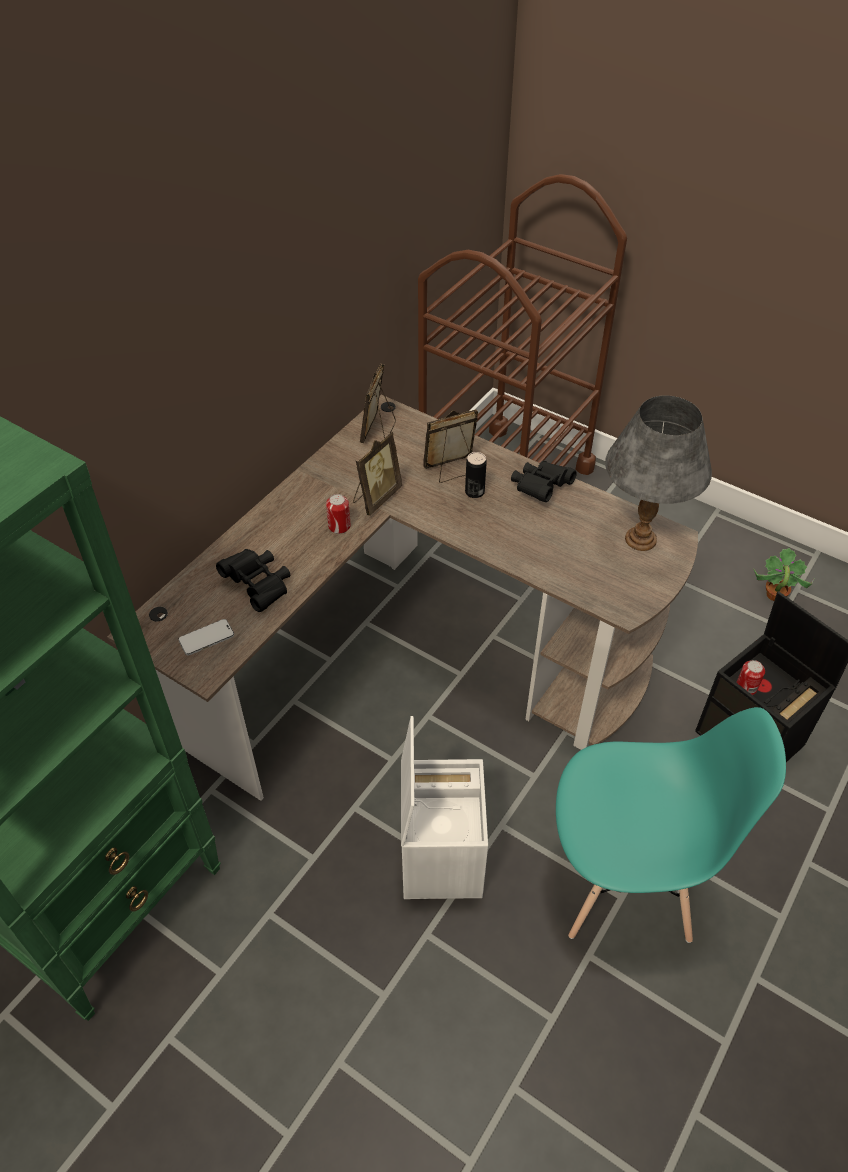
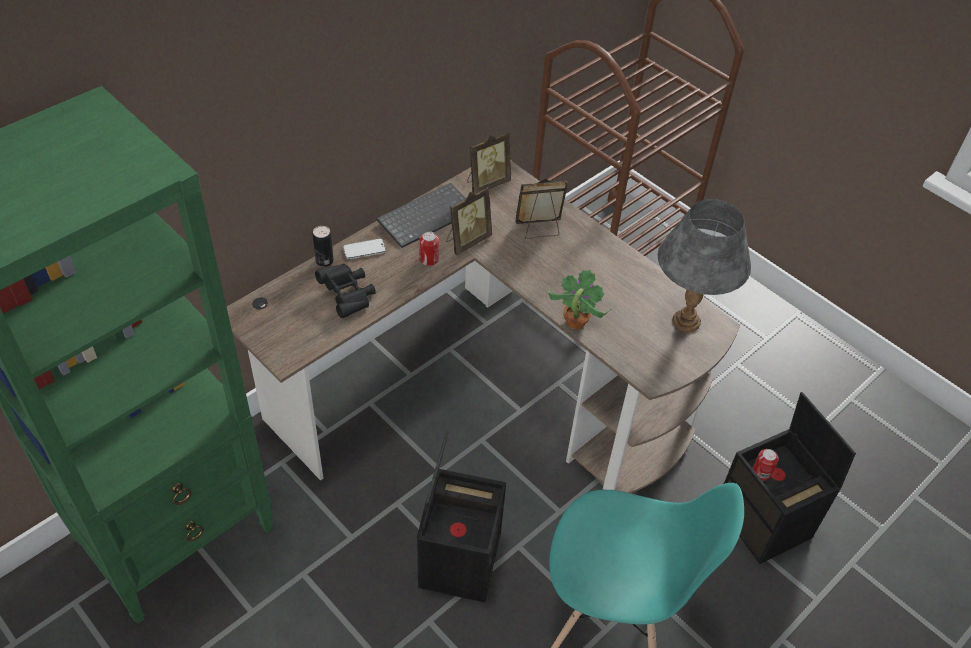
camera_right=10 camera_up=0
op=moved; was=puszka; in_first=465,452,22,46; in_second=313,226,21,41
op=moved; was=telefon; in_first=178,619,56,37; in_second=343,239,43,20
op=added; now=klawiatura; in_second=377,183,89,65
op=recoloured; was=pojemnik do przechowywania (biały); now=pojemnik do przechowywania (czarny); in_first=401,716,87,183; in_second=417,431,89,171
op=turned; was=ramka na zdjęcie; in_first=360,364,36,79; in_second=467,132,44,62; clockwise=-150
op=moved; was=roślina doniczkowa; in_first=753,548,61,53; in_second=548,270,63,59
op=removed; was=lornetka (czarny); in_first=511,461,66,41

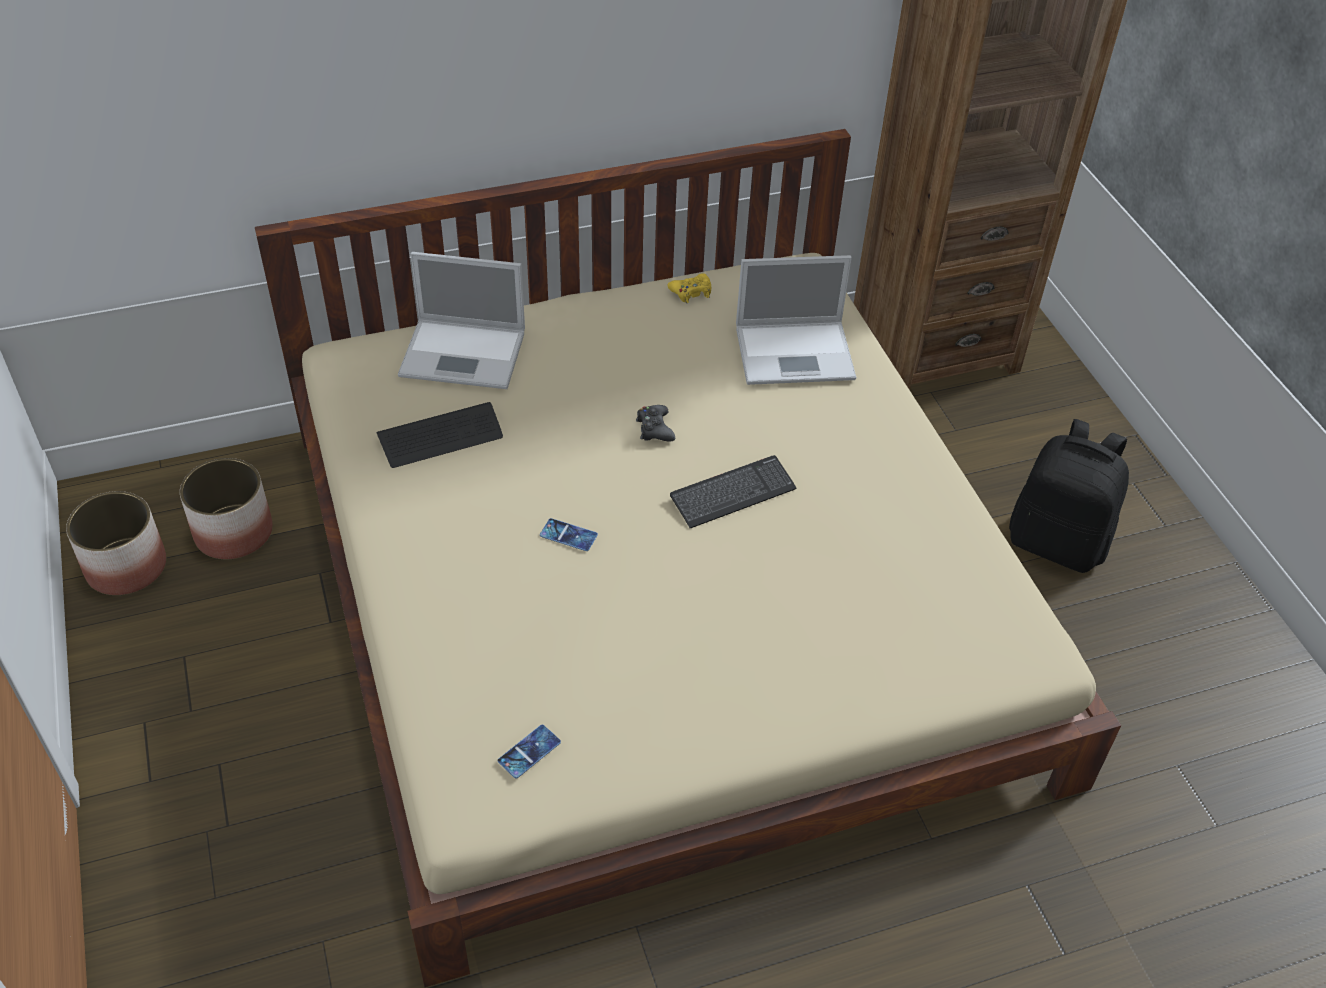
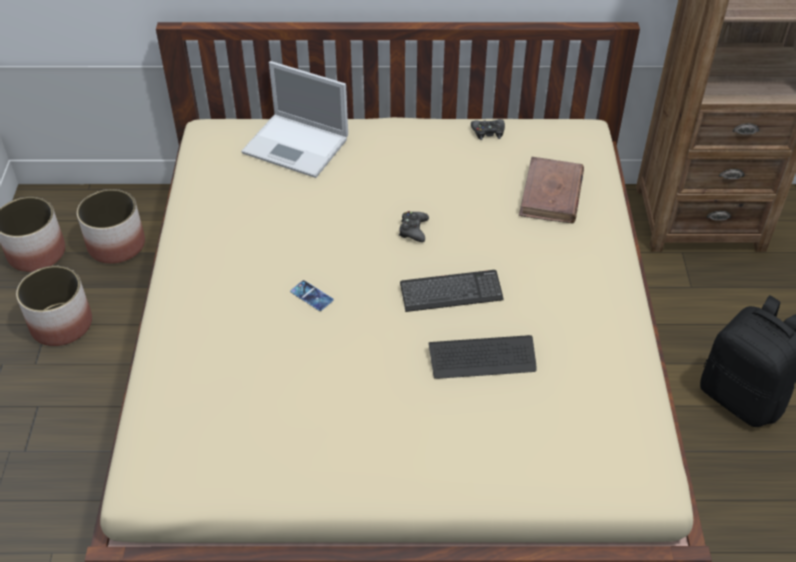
camera_right=20 camera_up=0
op=added; now=donica; in_second=16,266,76,80
op=moved; was=klawiatura; in_first=376,402,127,66; in_second=428,335,109,44
op=recoloured; was=pad do gier (żółty); now=pad do gier (czarny); in_first=667,273,44,30; in_second=471,119,34,21
op=replaced; was=laptop; now=książka (brązowy); in_first=736,255,120,130; in_second=519,157,65,67
op=removed; was=telefon; in_first=498,725,63,54

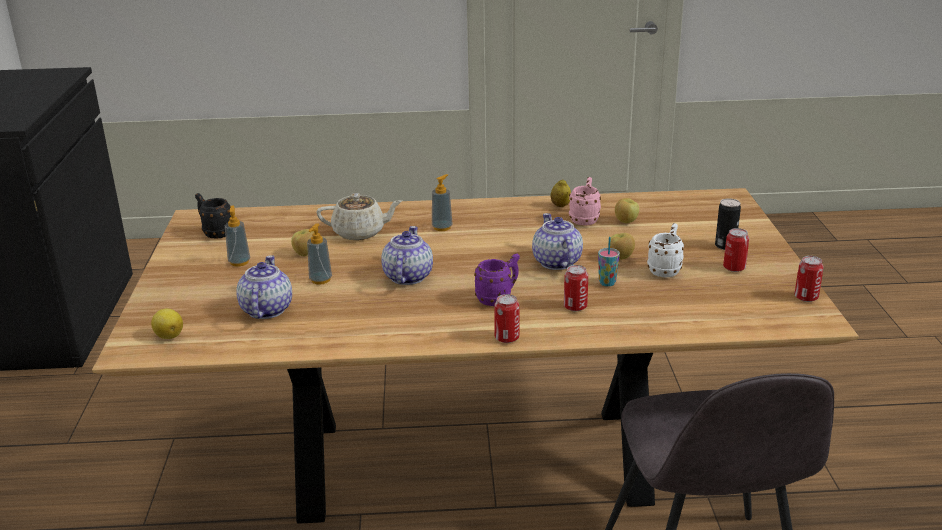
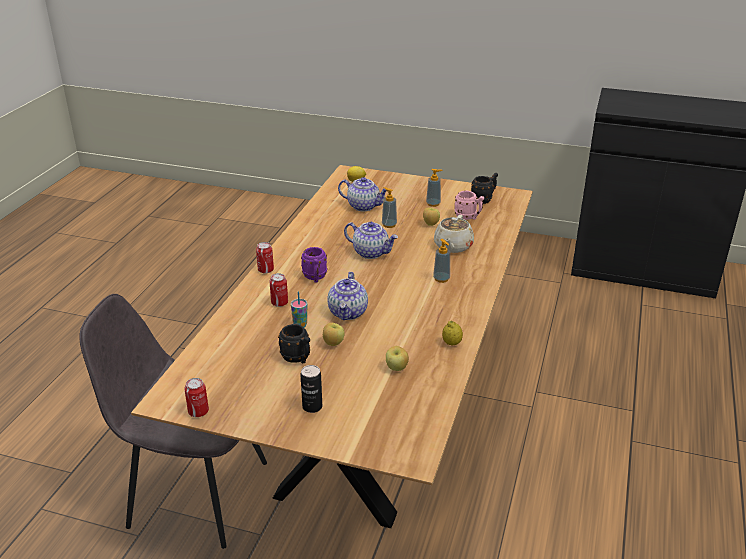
camera_right=110 camera_up=5
op=recoloured; was=kubek (biały); now=kubek (czarny); in_first=647,223,37,55; in_second=278,324,32,40
op=turned; was=imbryk; in_first=532,213,51,57; in_second=327,272,41,48; clockwise=90
op=moved; was=kubek (różowy); in_first=569,177,32,49; in_second=455,191,29,29
op=removed; was=puszka; in_first=723,228,26,44

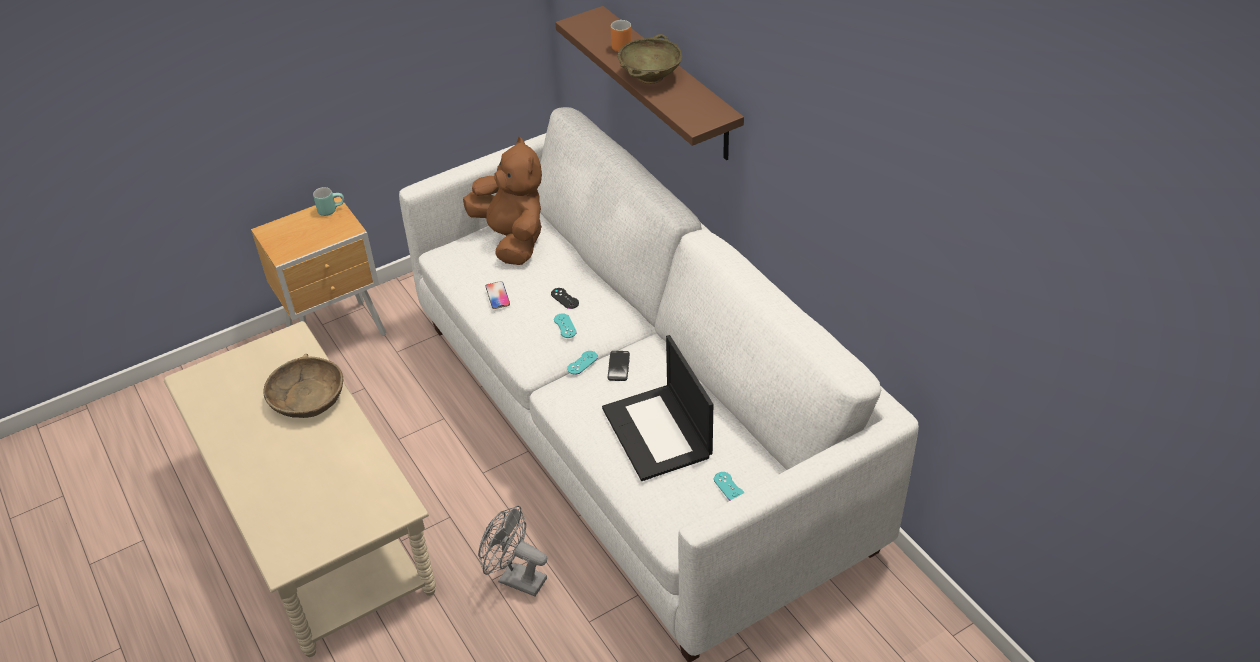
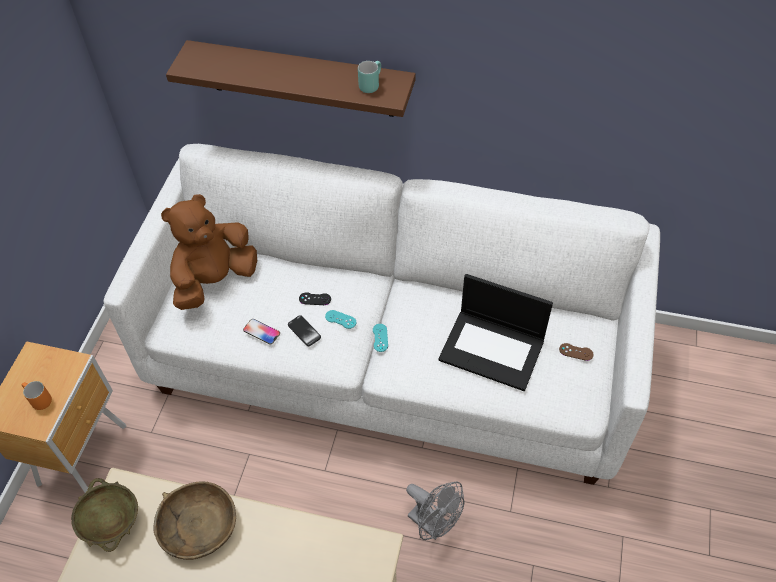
camera_right=-45 camera_up=10
op=moved; was=kubek (pomarańczowy); in_first=611,20,21,32; in_second=22,381,30,29
op=moved; was=miska (beżowy); in_first=618,34,64,50; in_second=71,478,67,74
op=turned; was=pluszak (brązowy); in_first=463,137,79,128; in_second=161,194,96,116; clockwise=-60
op=moved; was=telefon; in_first=608,351,22,30; in_second=288,315,33,31
op=moved; was=kubek (turkusowy); in_first=313,187,31,29; in_second=358,61,23,32
op=turned; was=wentylator (szary); in_first=478,505,69,91; in_second=406,482,58,58; clockwise=-120
op=recoloured; was=pad do gier (turkusowy); now=pad do gier (brązowy); in_first=714,472,30,28; in_second=559,343,35,18

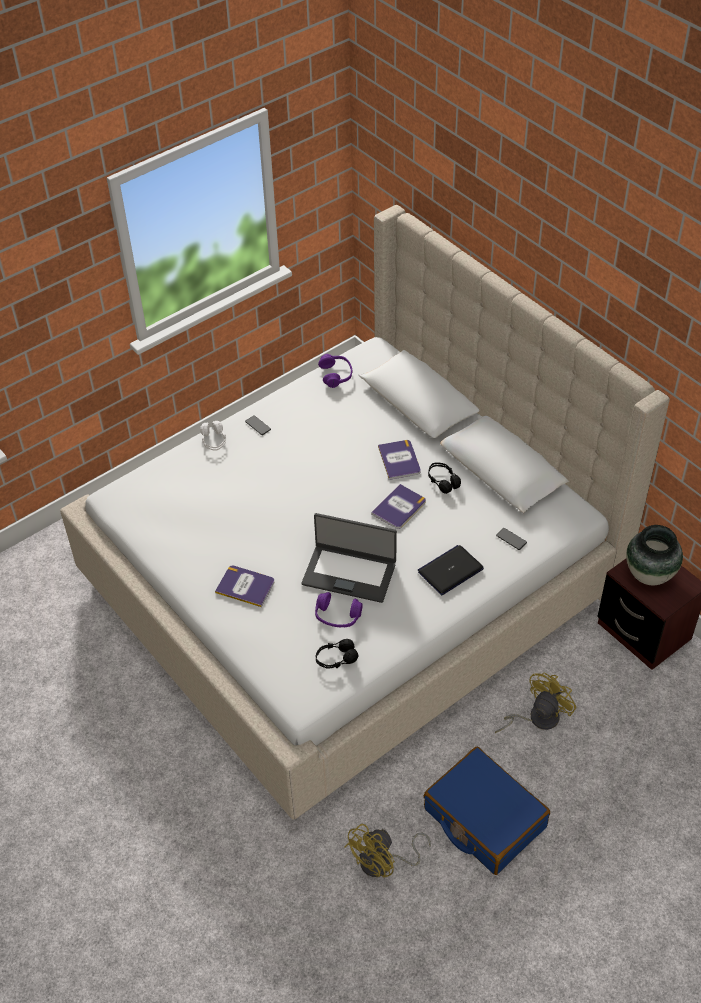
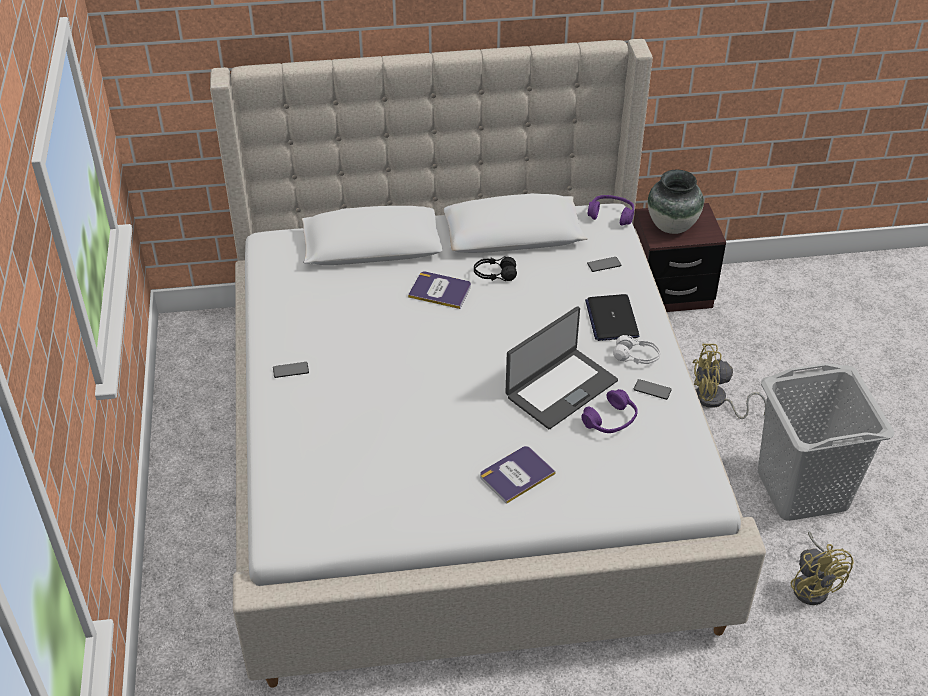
camera_right=-60 camera_up=-5
op=moved; was=słuchawki (fioletowy); in_first=318,354,34,34; in_second=588,195,46,30
op=moved; was=słuchawki (biały); in_first=200,421,26,29; in_second=613,335,47,29
op=added; now=telefon; in_second=634,379,38,21
op=turned; was=wentylator (żółty); in_first=495,673,82,60; in_second=692,344,75,75; clockwise=-75
op=replaced; was=walizka (niebieski); now=kosz na pranie (szary); in_first=424,747,126,128; in_second=758,363,136,158
op=removed; was=słuchawki (czarny); in_first=316,639,42,30
op=removed; was=książka; in_first=371,484,55,45

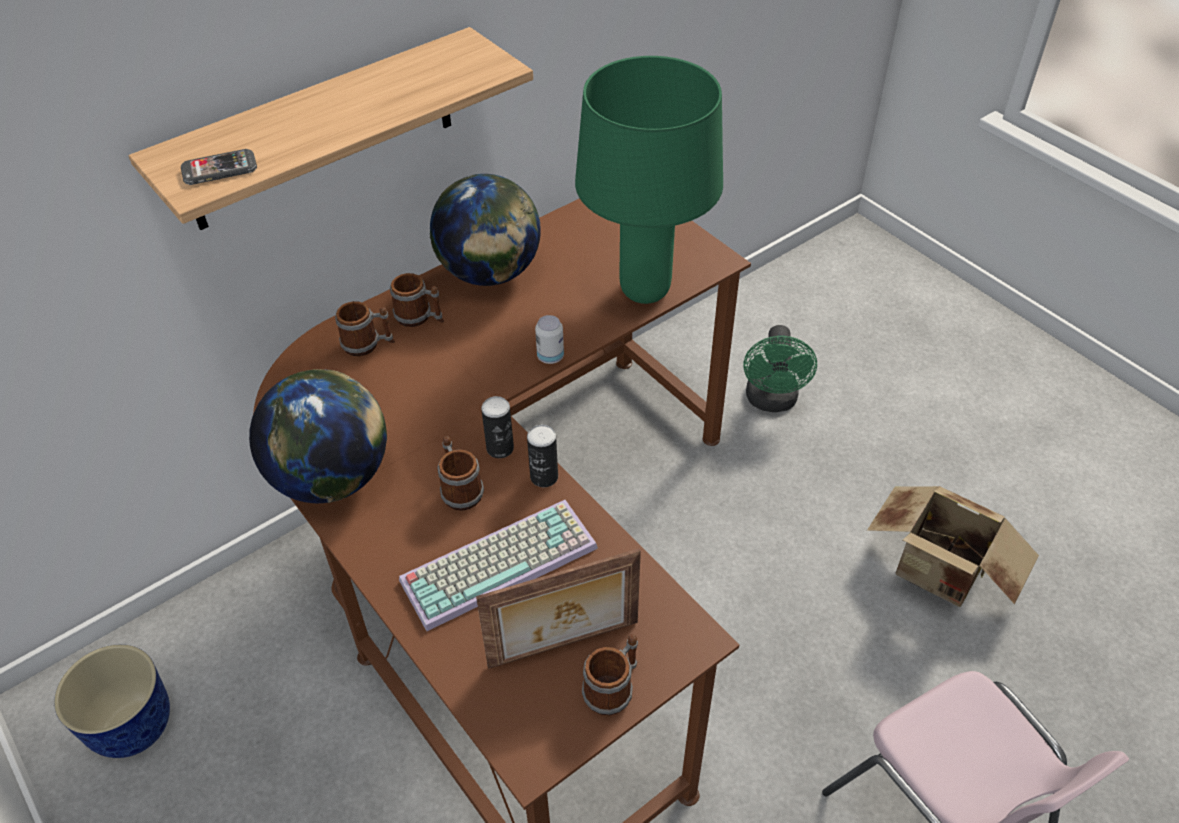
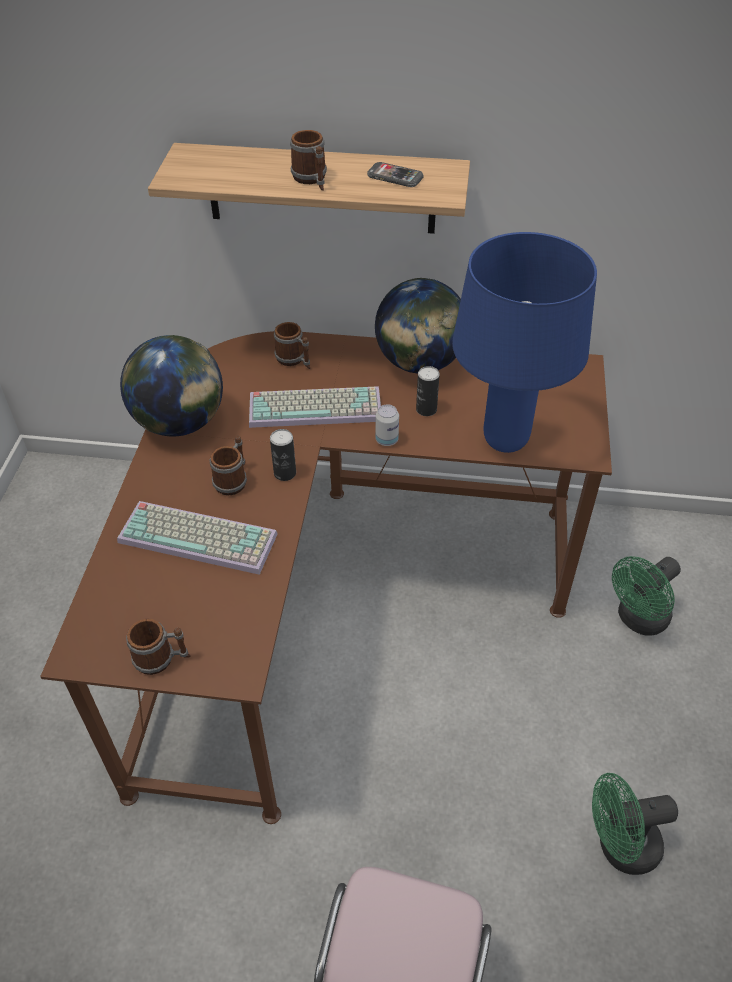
camera_right=45 camera_up=0
op=added; now=klawiatura; in_second=249,386,132,42
op=moved; was=kubek; in_first=390,273,54,54; in_second=290,130,37,61
op=moved; was=telefon; in_first=181,149,76,36; in_second=367,162,57,25
op=moved; was=puszka; in_first=527,425,31,62; in_second=416,366,24,50
op=recoloured; was=lampa stołowa (zielony); now=lampa stołowa (niebieski); in_first=575,56,148,248; in_second=452,232,145,221
op=replaced; was=karton; now=wentylator (zielony); in_first=867,486,172,121; in_second=592,773,86,102
op=removed; was=donica; in_first=54,645,116,113
op=removed; was=ramka na zdjęcie; in_first=476,548,165,121

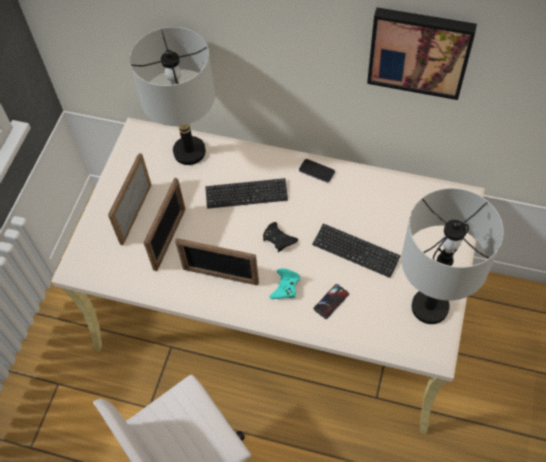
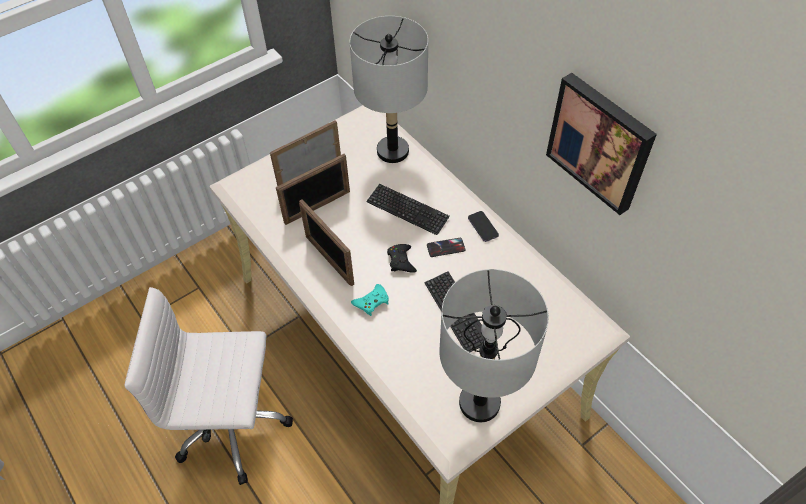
camera_right=35 camera_up=-5
op=moved; was=telefon; in_first=313,284,36,35; in_second=427,238,38,19

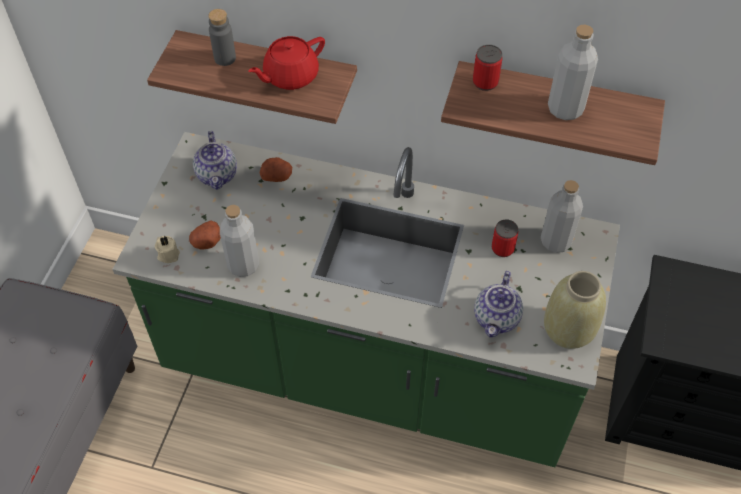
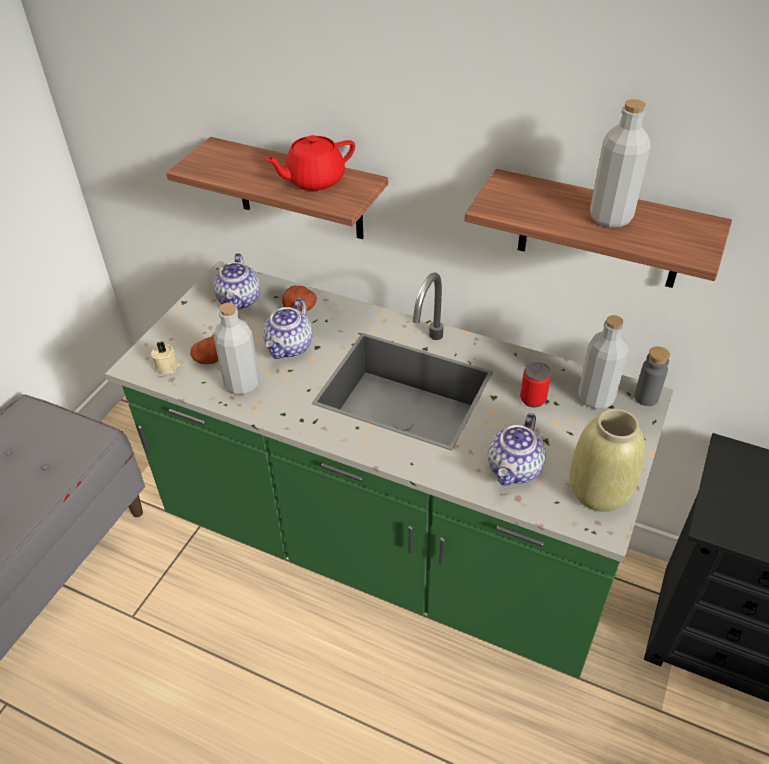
camera_right=10 camera_up=-10
op=added; now=imbryk; in_second=263,298,49,61
op=moved; was=butelka (szary); in_first=208,9,28,57; in_second=634,346,36,60
op=removed; was=puszka; in_first=473,45,29,46

